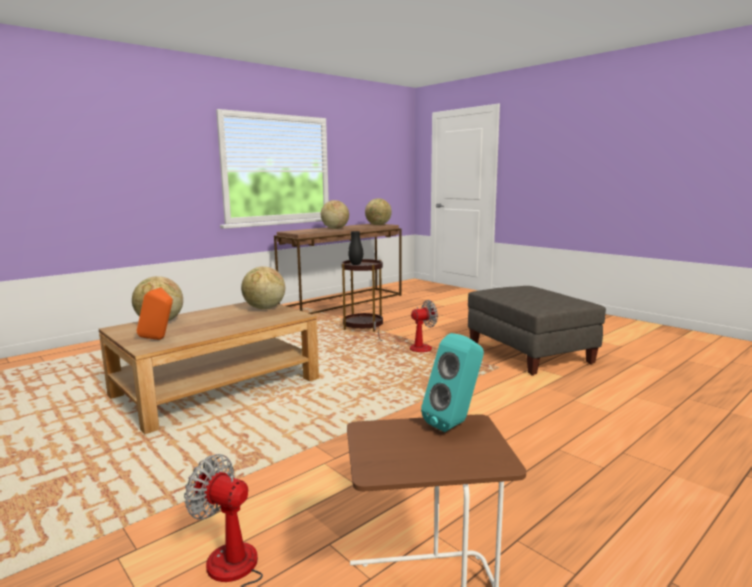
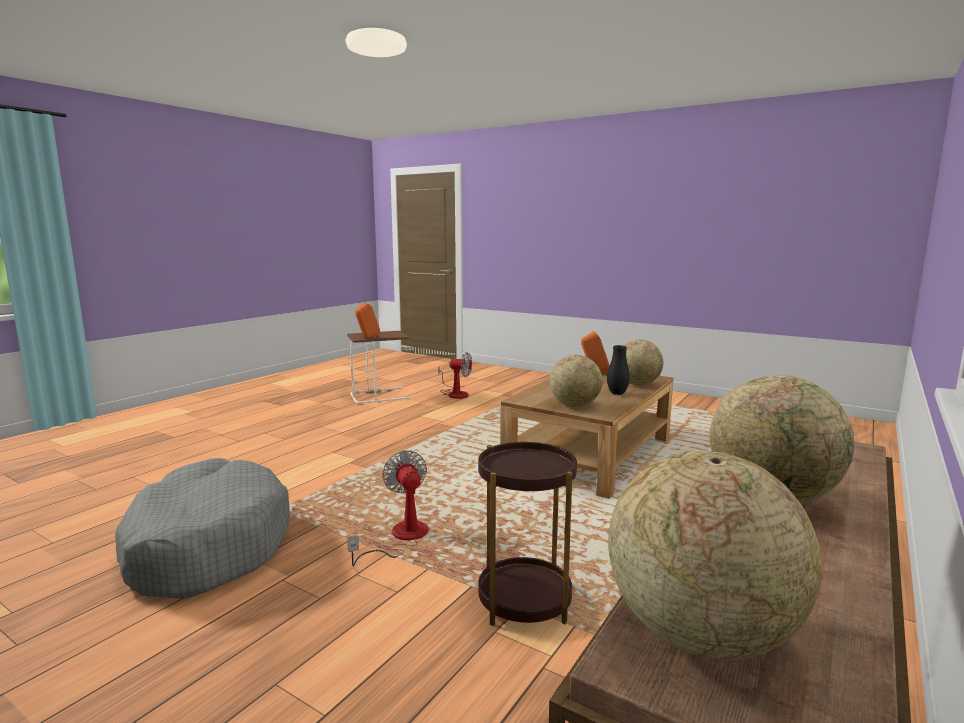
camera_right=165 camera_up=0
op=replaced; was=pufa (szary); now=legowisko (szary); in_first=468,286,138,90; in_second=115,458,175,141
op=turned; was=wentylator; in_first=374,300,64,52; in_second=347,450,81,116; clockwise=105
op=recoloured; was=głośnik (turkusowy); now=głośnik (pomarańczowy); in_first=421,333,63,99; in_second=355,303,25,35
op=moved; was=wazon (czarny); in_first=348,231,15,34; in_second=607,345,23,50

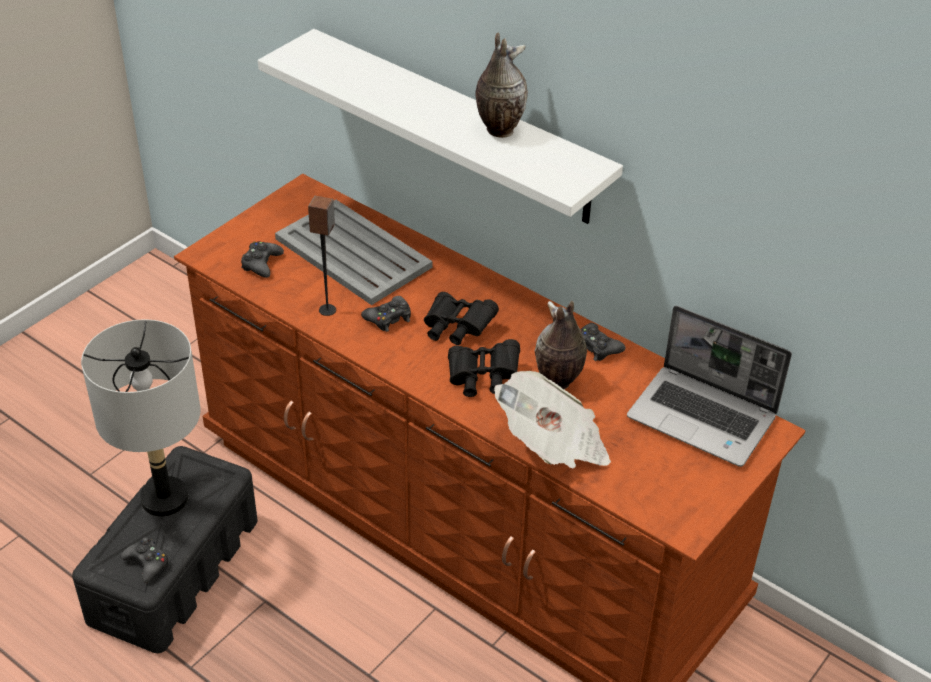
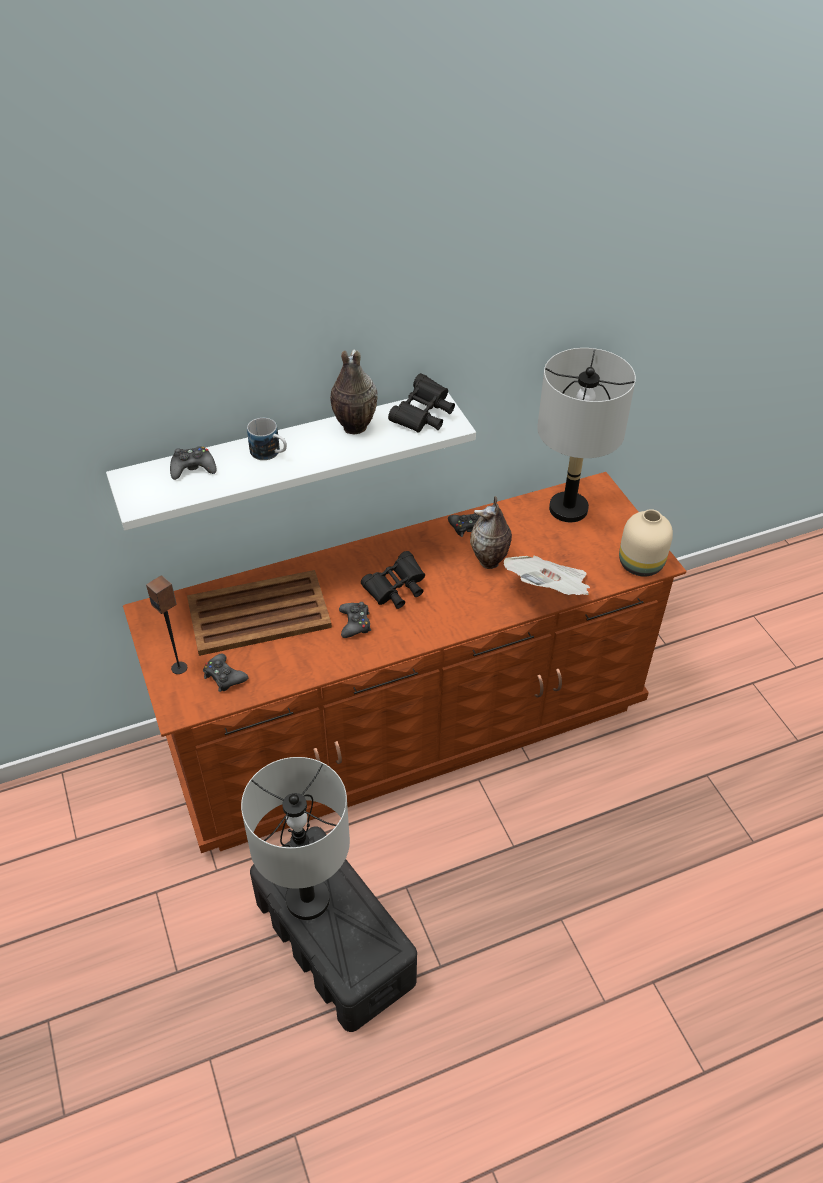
camera_right=-60 camera_up=5
op=moved; was=głośnik; in_first=308,196,28,120; in_second=146,575,41,99
op=moved; was=pad do gier (czarny); in_first=121,537,49,46; in_second=170,446,47,34
op=recoloured; was=taca (szary); now=taca (brązowy); in_first=275,200,157,105; in_second=187,570,145,86
op=added; now=kubek; in_second=247,418,40,42
op=moved; was=lornetka (czarny); in_first=448,339,72,58; in_second=388,373,67,60
op=replaced; was=laptop; now=lampa stołowa (szary); in_first=627,306,165,161; in_second=537,348,99,174
op=added; now=wazon (beżowy); in_second=619,509,54,67

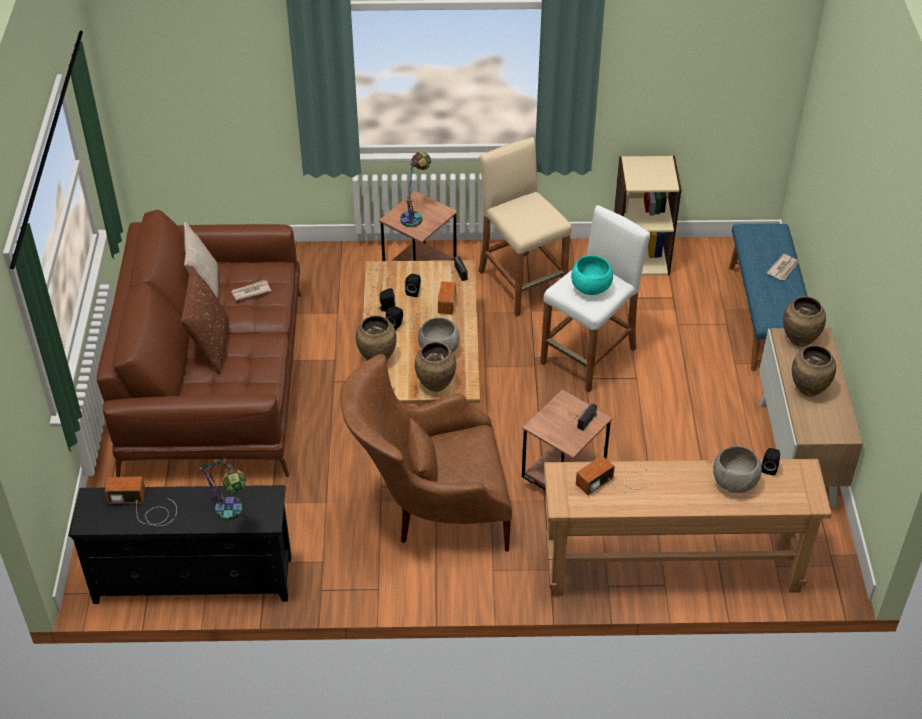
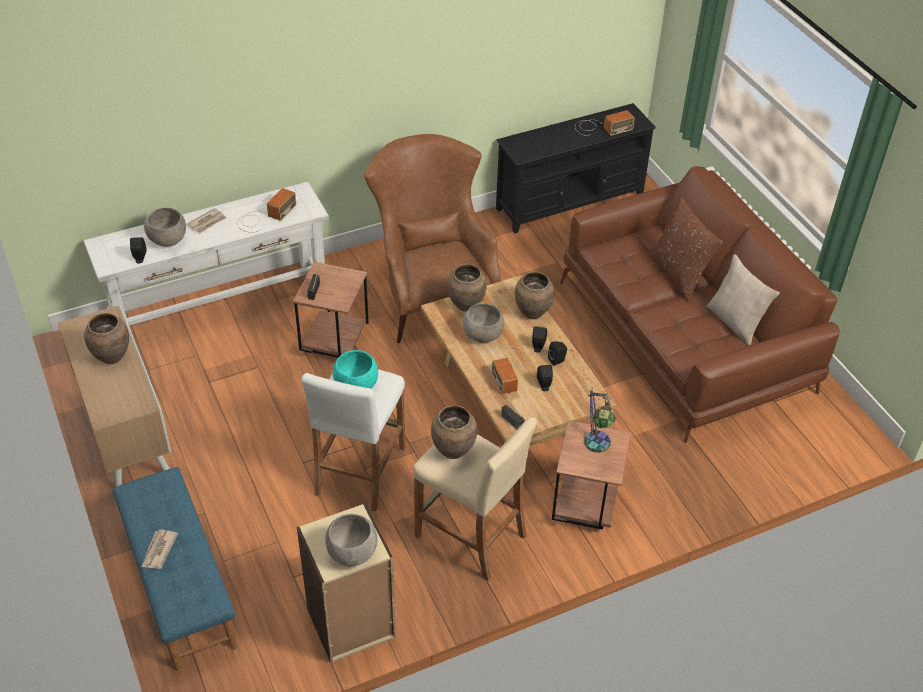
camera_right=155 camera_up=0
op=recoloured; was=stolik konsolowy (brązowy); now=stolik konsolowy (biały); in_first=544,459,288,137; in_second=84,182,245,144
op=moved; was=gazeta; in_first=231,280,40,20; in_second=187,208,40,25
op=added; now=miska (szary); in_second=325,514,52,52
op=turned; was=fotel (brązowy); in_first=340,354,172,198; in_second=364,134,137,209; clockwise=-75
op=moved; was=wazon (brązowy); in_first=783,296,43,51; in_second=431,405,46,54
op=removed; was=lampa stołowa; in_first=200,457,46,63

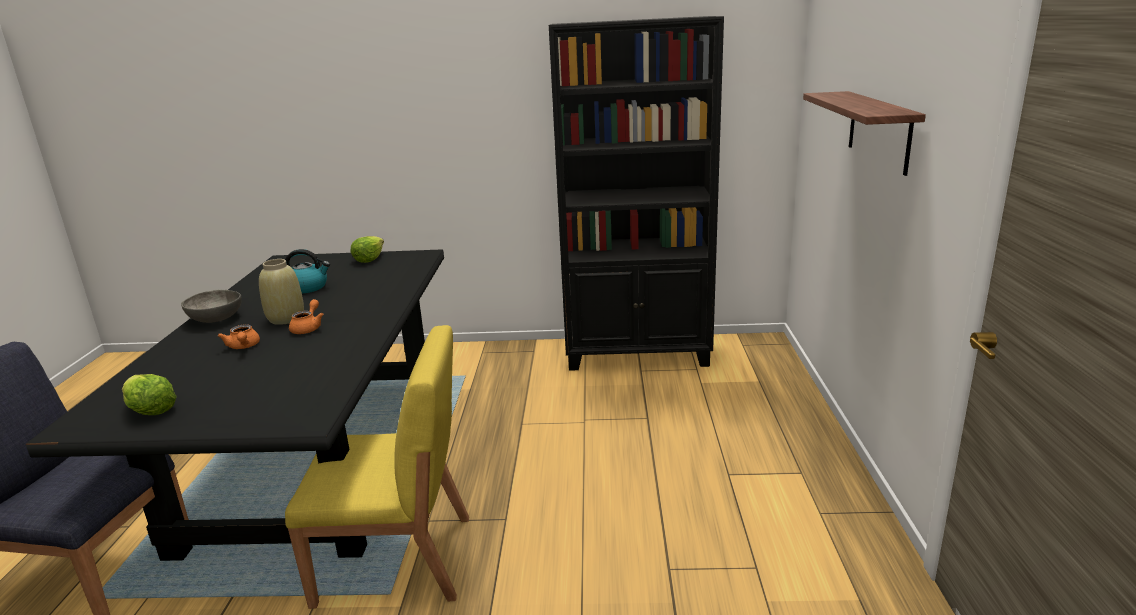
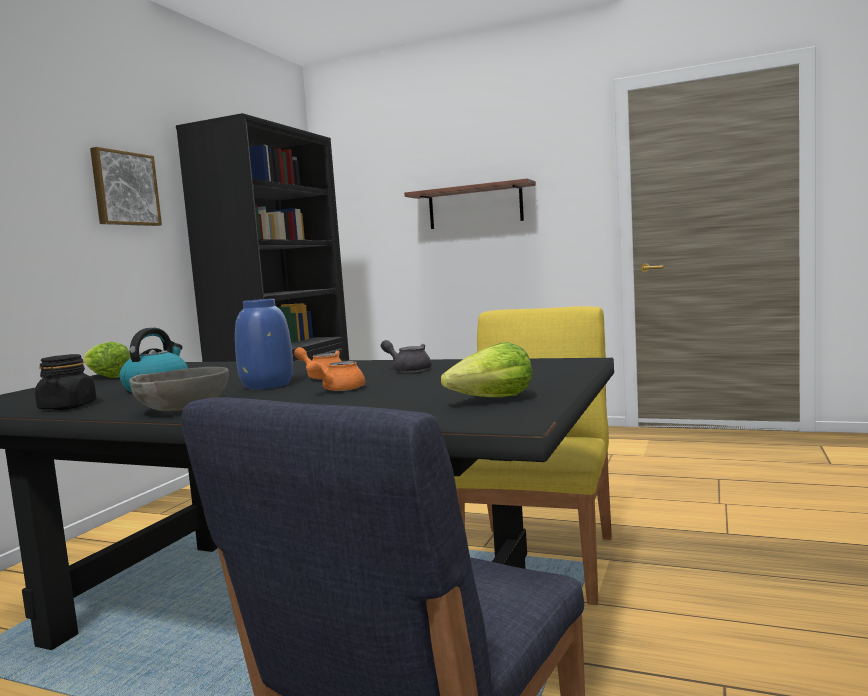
camera_right=-70 camera_up=-15
op=added; now=słoik (czarny); in_second=35,354,61,56
op=added; now=obraz; in_second=90,147,72,79
op=recoloured; was=wazon (beżowy); now=wazon (niebieski); in_first=259,259,45,66; in_second=235,299,58,90
op=turned; was=imbryk (pomarańczowy); in_first=218,325,42,24; in_second=306,361,59,30; clockwise=135
op=added; now=imbryk (szary); in_second=381,340,51,33

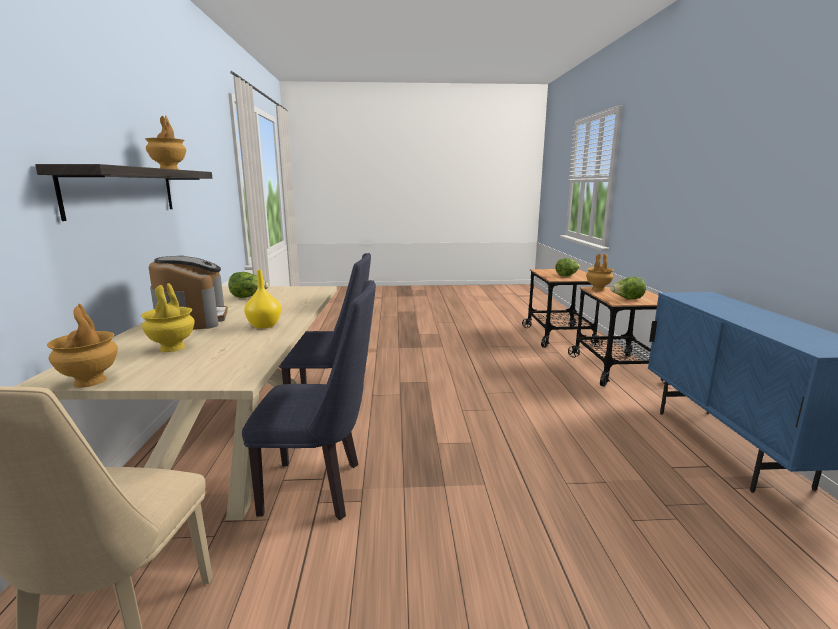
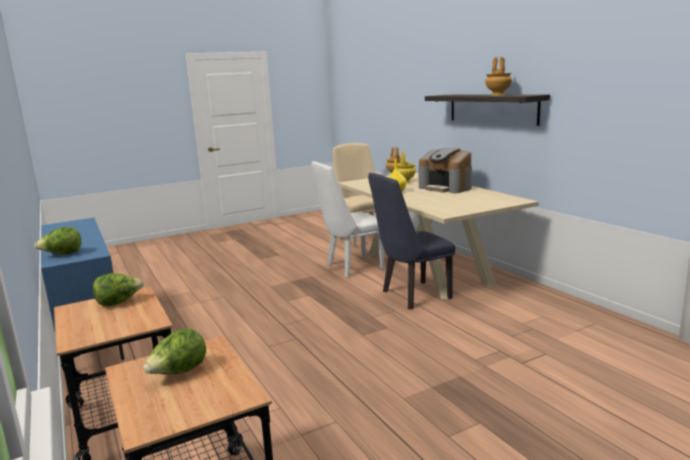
camera_right=155 camera_up=0
op=moved; was=sałata; in_first=228,272,41,26; in_second=34,227,47,28
op=recoloured; was=krzesło (niebieski); now=krzesło (biały); in_first=242,280,134,240; in_second=311,161,74,116
op=removed; was=wazon (brązowy); in_first=586,254,28,37

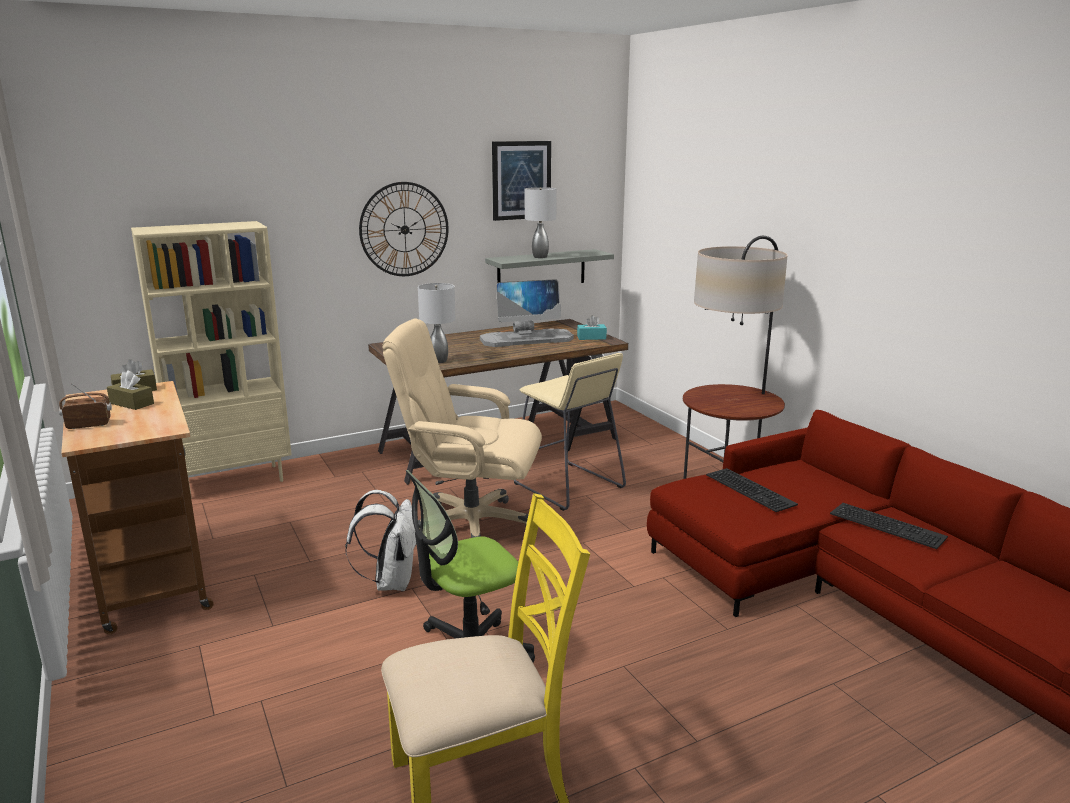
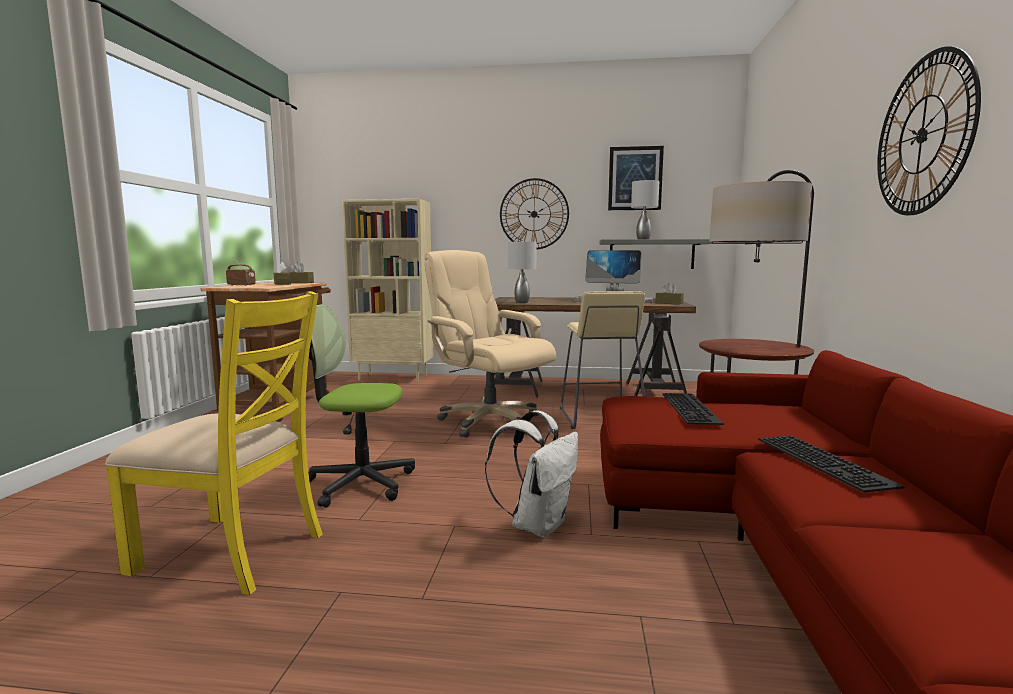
camera_right=35 camera_up=-10
op=moved; was=plecak (biały); in_first=345,490,71,101; in_second=485,410,93,127
op=recoloured; was=pudełko chusteczek (turkusowy); now=pudełko chusteczek (brązowy); in_first=577,315,30,25; in_second=655,283,29,22
op=added; now=zegar ścienny; in_second=877,46,104,169

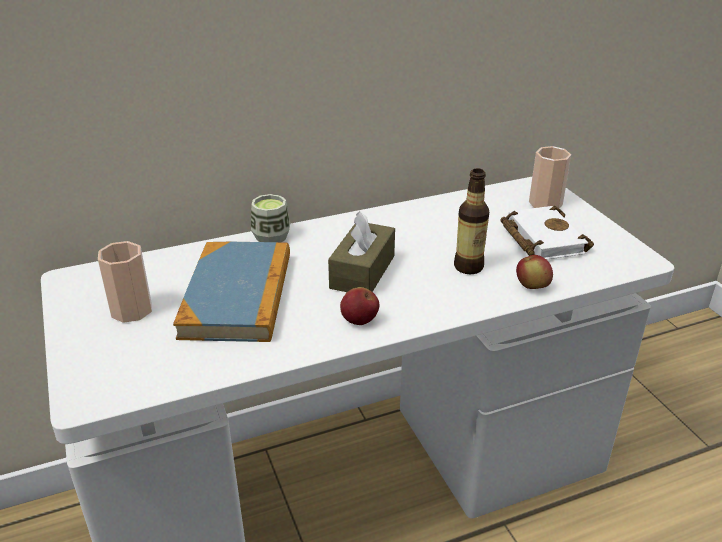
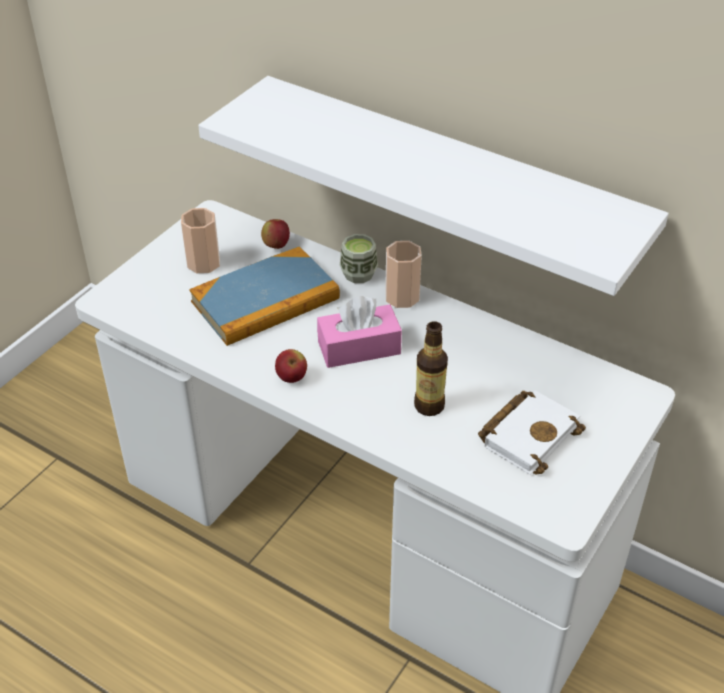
camera_right=55 camera_up=10
op=added; now=półka (biały); in_second=198,76,471,220
op=moved; was=jabłko; in_first=516,255,37,34; in_second=261,219,29,30
op=recoloured; was=pudełko chusteczek (brązowy); now=pudełko chusteczek (różowy); in_first=328,211,67,81; in_second=317,296,85,72
op=moved; was=filiżanka; in_first=529,146,42,63; in_second=385,241,37,67

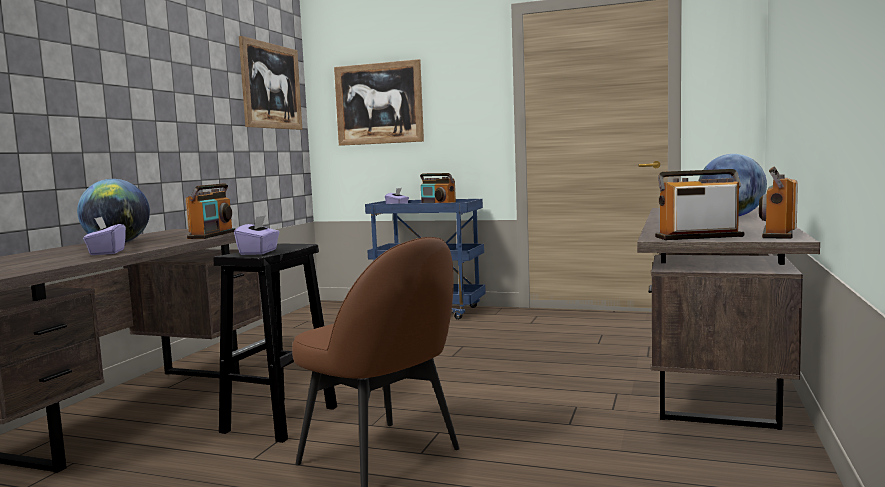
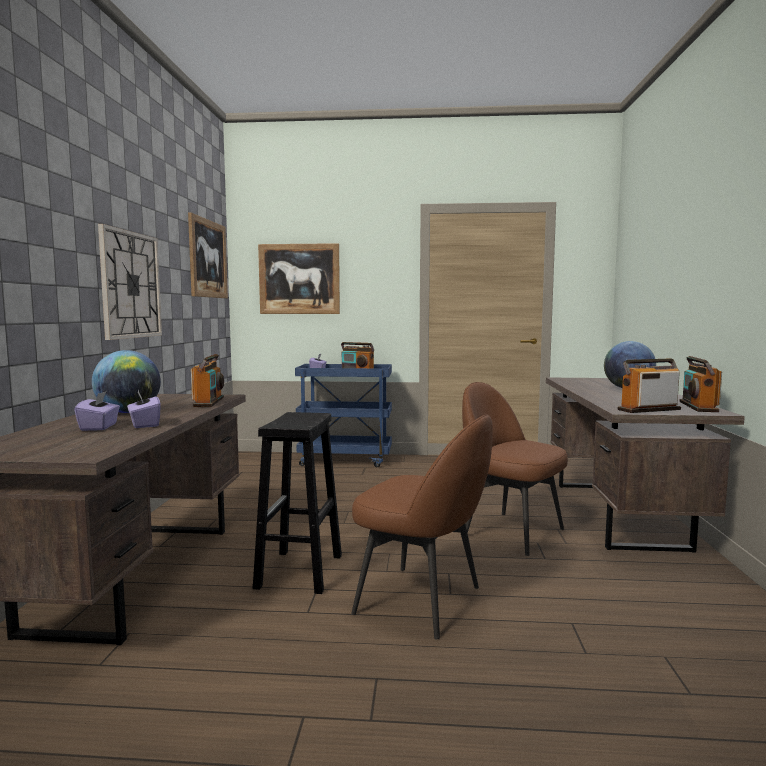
camera_right=-15 camera_up=0
op=moved; was=pudełko chusteczek (fioletowy); in_first=234,215,46,40; in_second=74,391,46,40
op=added; now=zegar ścienny; in_second=98,224,64,116
op=added; now=krzesło (brązowy); in_second=462,382,106,174

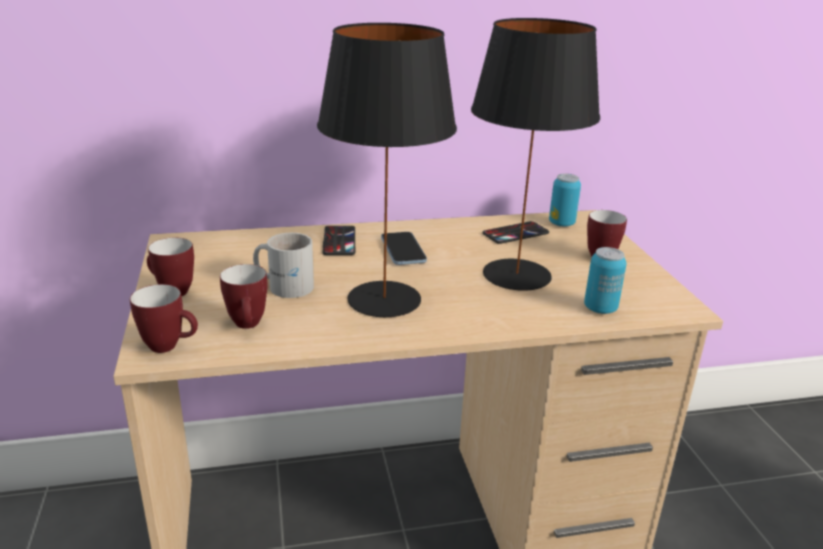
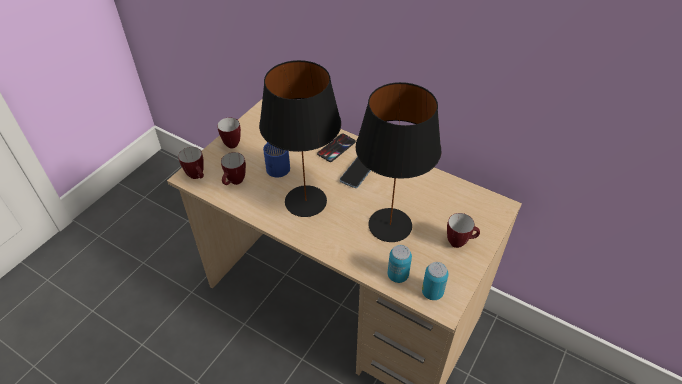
camera_right=45 camera_up=20
op=recoloured; was=kubek (biały); now=kubek (niebieski); in_first=253,233,61,65; in_second=263,142,27,35
op=moved; was=puszka; in_first=549,174,32,53; in_second=422,262,27,38
op=removed; was=telefon; in_first=483,221,66,23

